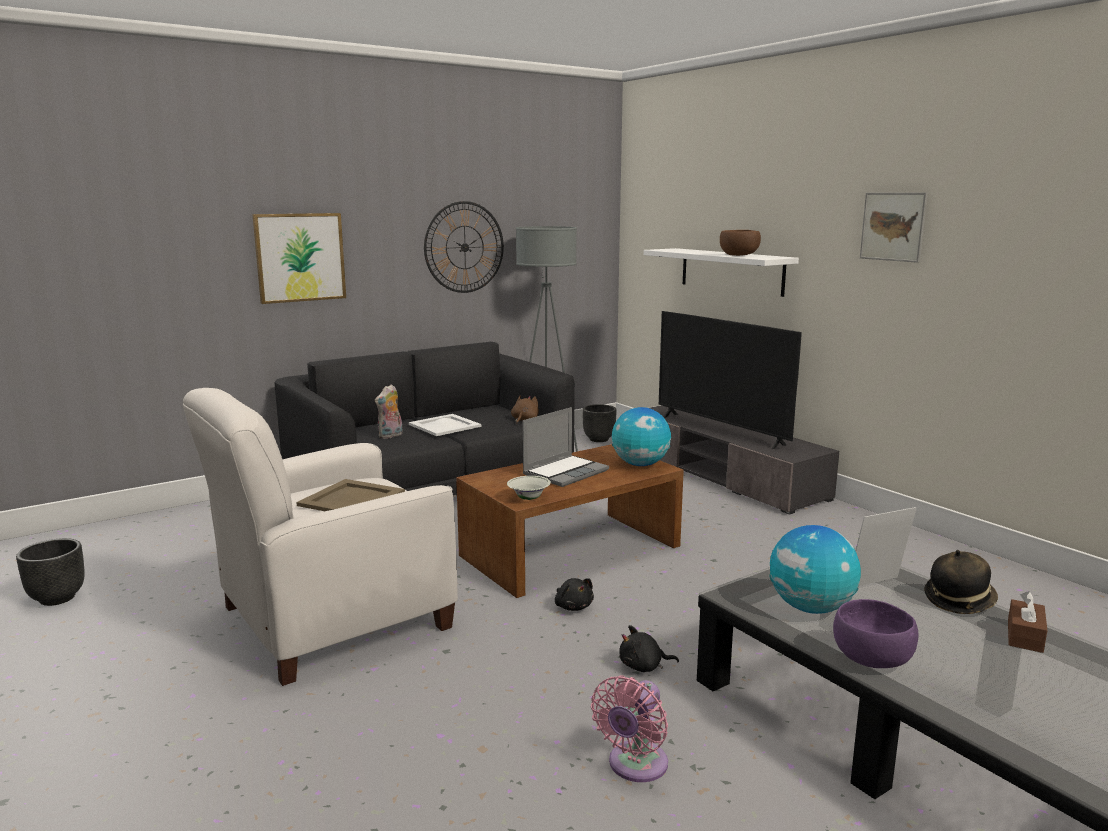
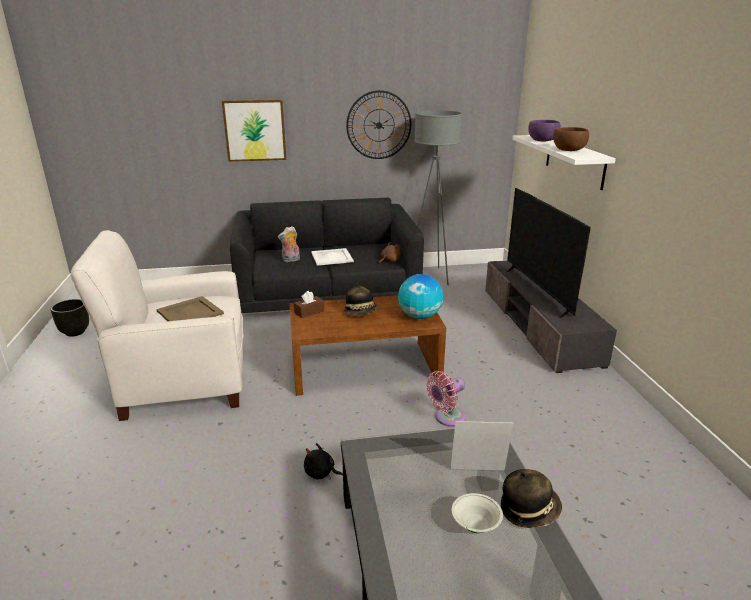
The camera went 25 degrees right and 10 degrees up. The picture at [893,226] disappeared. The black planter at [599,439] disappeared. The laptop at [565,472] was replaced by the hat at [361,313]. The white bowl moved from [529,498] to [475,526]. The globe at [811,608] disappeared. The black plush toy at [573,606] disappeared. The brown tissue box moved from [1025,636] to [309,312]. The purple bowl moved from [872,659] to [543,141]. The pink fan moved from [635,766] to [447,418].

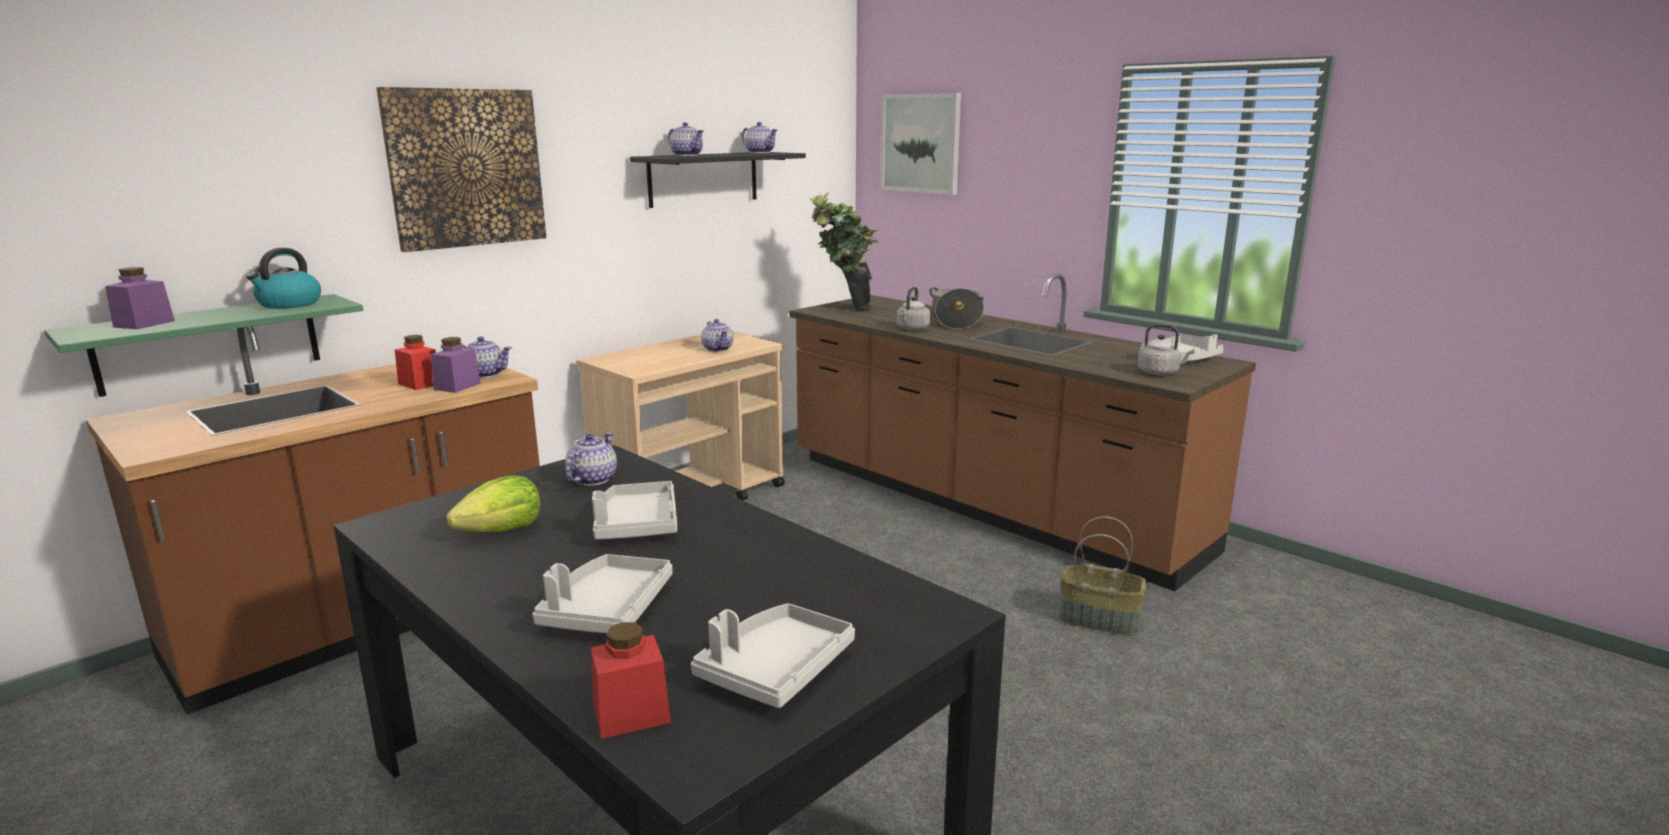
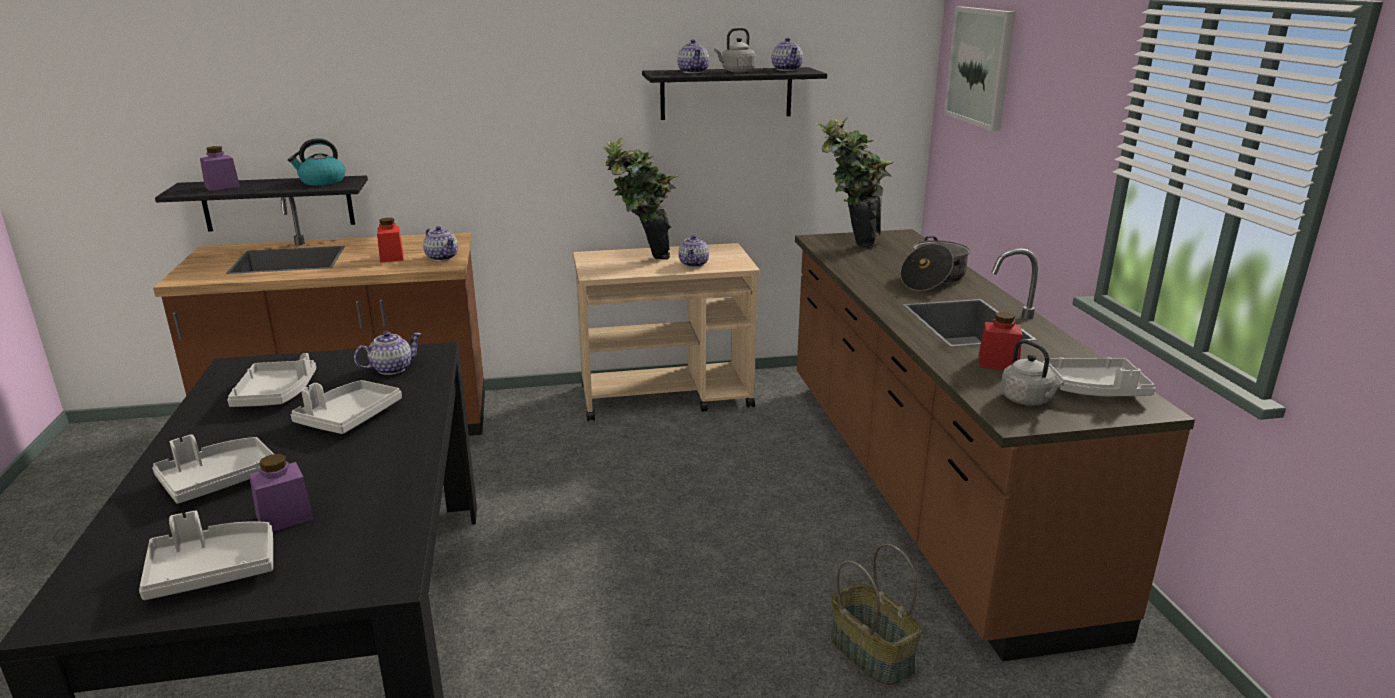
The camera went 35 degrees right and 5 degrees up. The picture at [465,168] disappeared. The grey kettle moved from [912,329] to [736,71]. The green shelf at [209,343] became the black shelf at [278,203]. The purple jar moved from [457,386] to [285,517]. The lettuce at [502,530] was replaced by the grey tray at [276,394]. The red jar moved from [631,714] to [998,363]. The potted plant at [642,258] appeared.

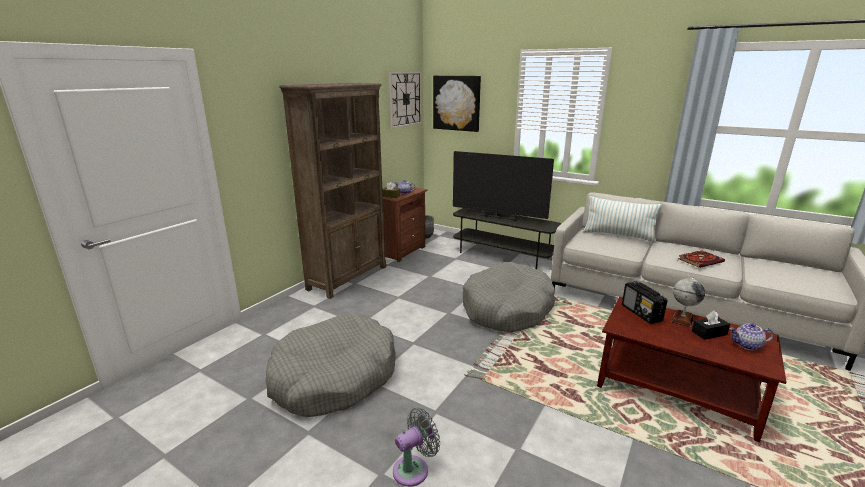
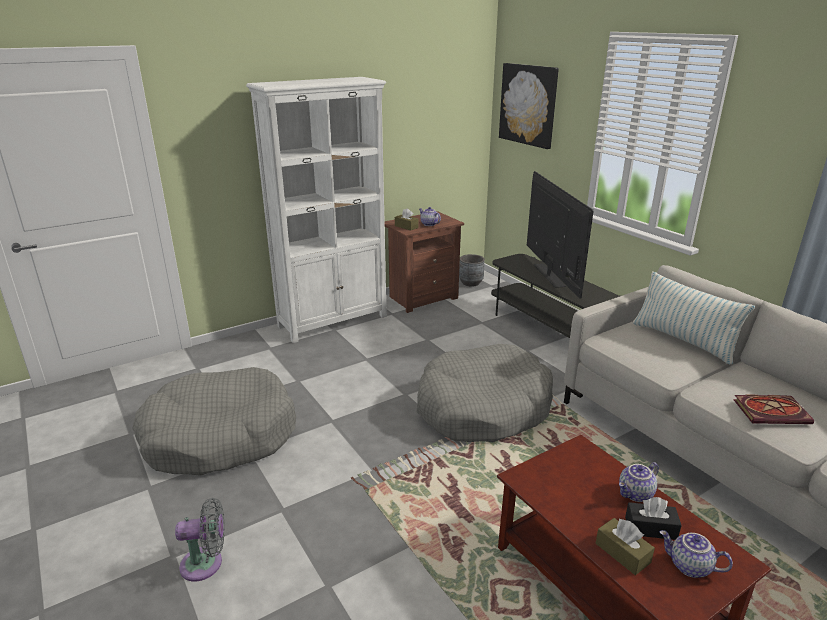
The camera went 25 degrees right and 5 degrees up. The wall clock at [405,99] disappeared. The brown bookcase at [348,277] became the white bookcase at [334,321]. The television at [498,216] turned 150 degrees counterclockwise. The globe at [682,318] was replaced by the teapot at [636,494]. The radio at [641,313] disappeared. The brown tissue box at [622,553] appeared.

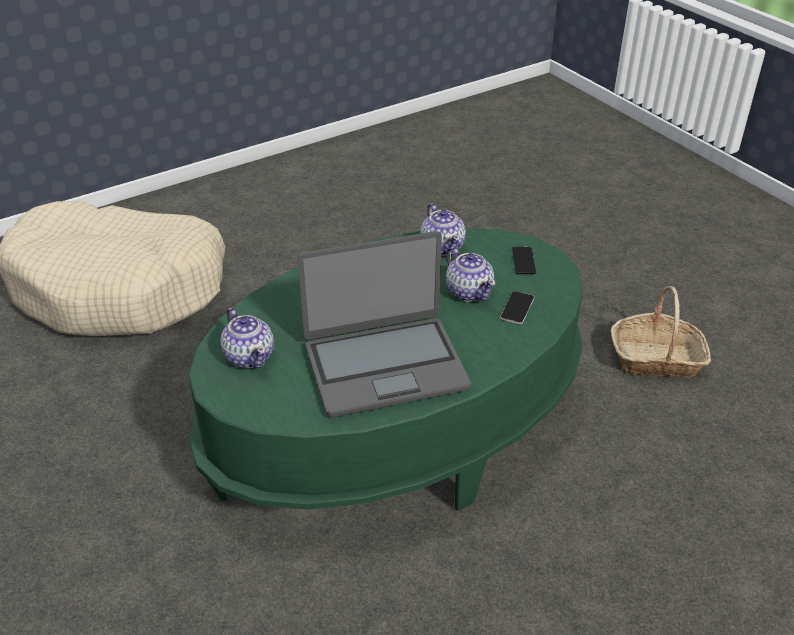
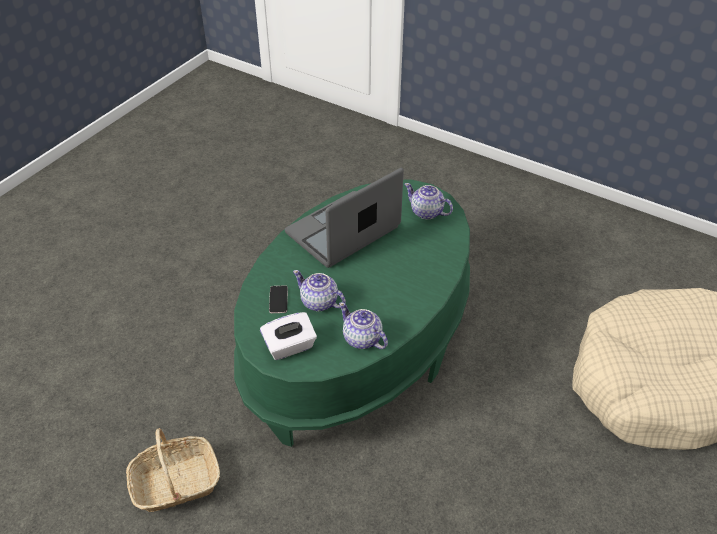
The camera went 155 degrees right and 5 degrees up. The phone at [524,261] was replaced by the white tissue box at [290,347].

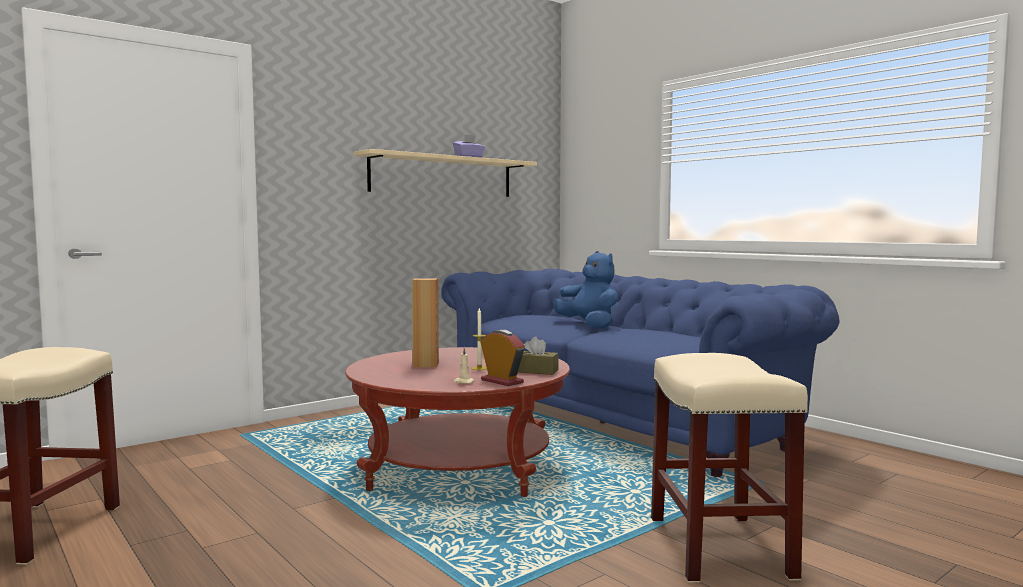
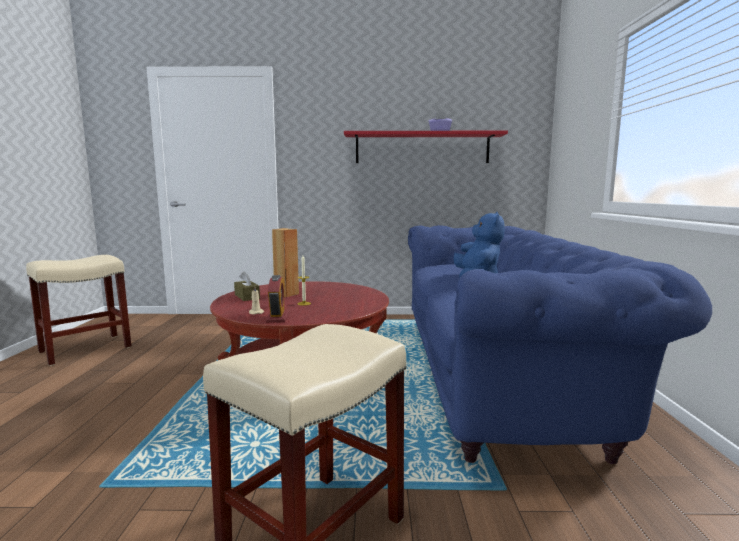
The camera went 40 degrees right and 5 degrees up. The beige shelf at [443,176] became the red shelf at [422,148]. The brown tissue box moved from [535,371] to [247,297].

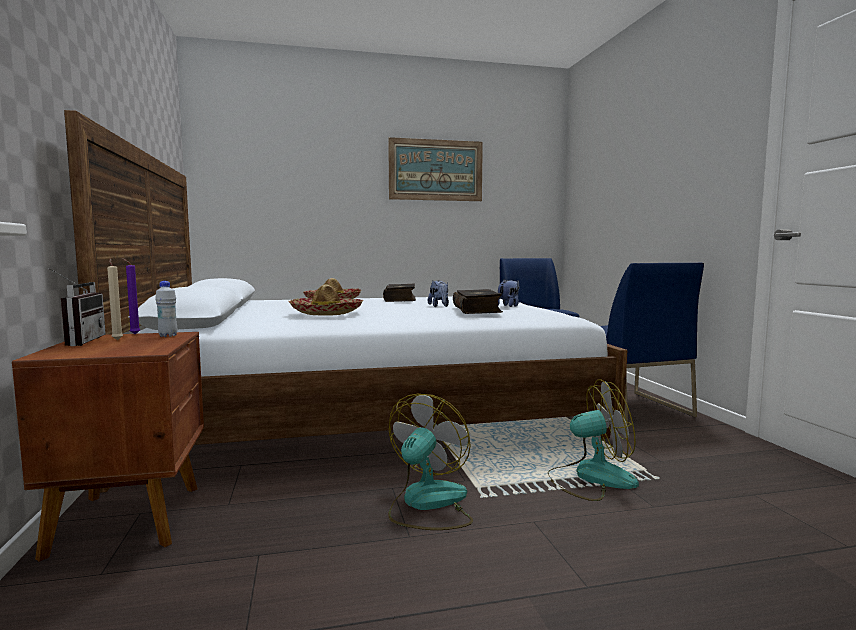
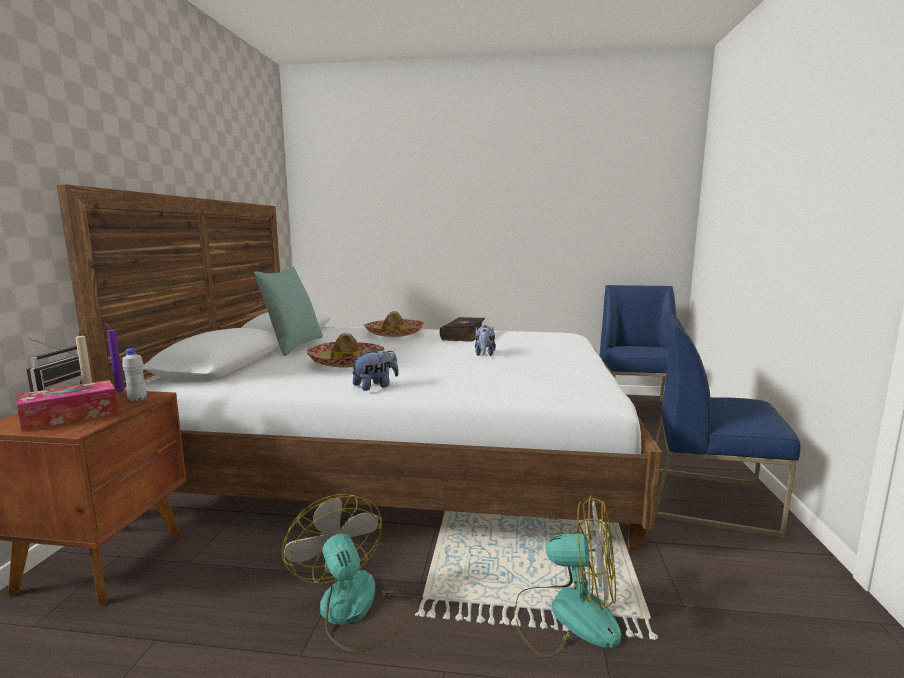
The camera went 20 degrees right and 5 degrees up. The picture at [436,170] disappeared. The blue chair at [630,407] turned 105 degrees clockwise. The plush toy moved from [508,306] to [375,386]. The book at [477,310] disappeared. The fan at [427,504] turned 75 degrees counterclockwise. The turquoise pillow at [293,346] appeared. The tissue box at [70,416] appeared.

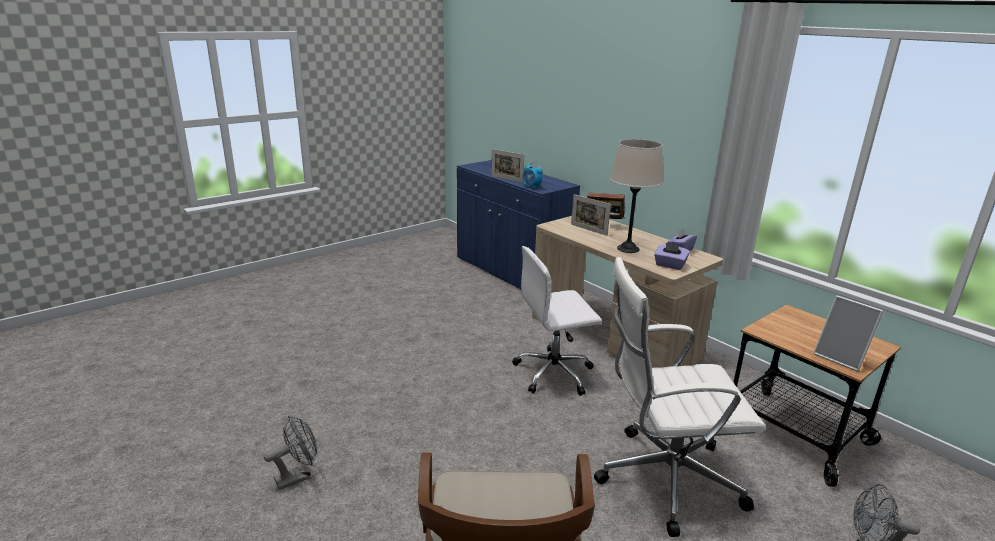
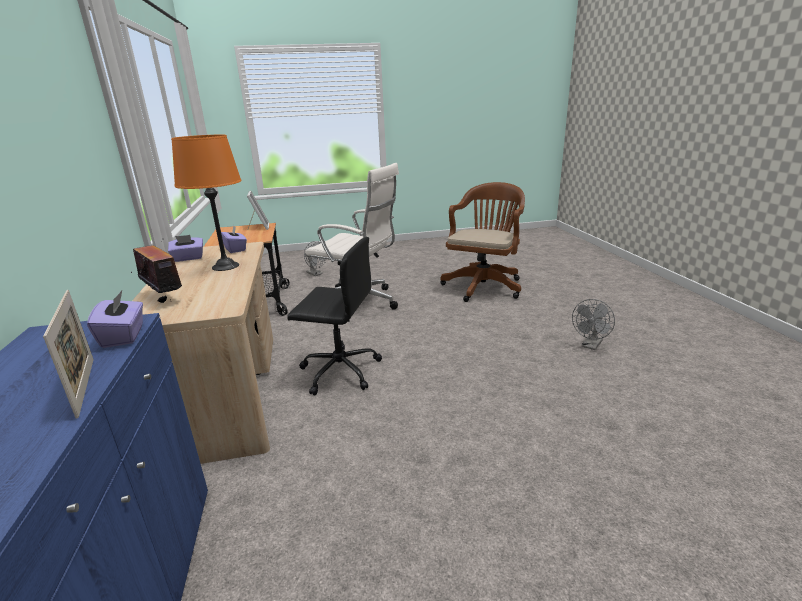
The camera went 150 degrees left and 0 degrees up. The beige table lamp at [628,249] became the orange table lamp at [225,266]. The alarm clock at [531,187] was replaced by the purple tissue box at [124,336]. The picture frame at [588,230] disappeared. The white office chair at [555,373] became the black office chair at [339,371]. The grey fan at [298,476] turned 45 degrees counterclockwise.

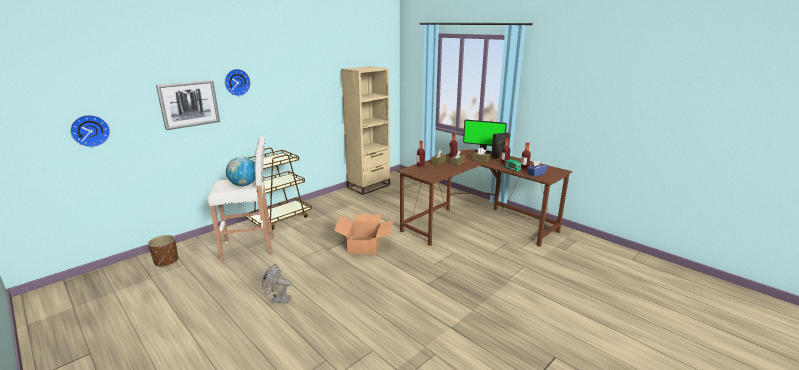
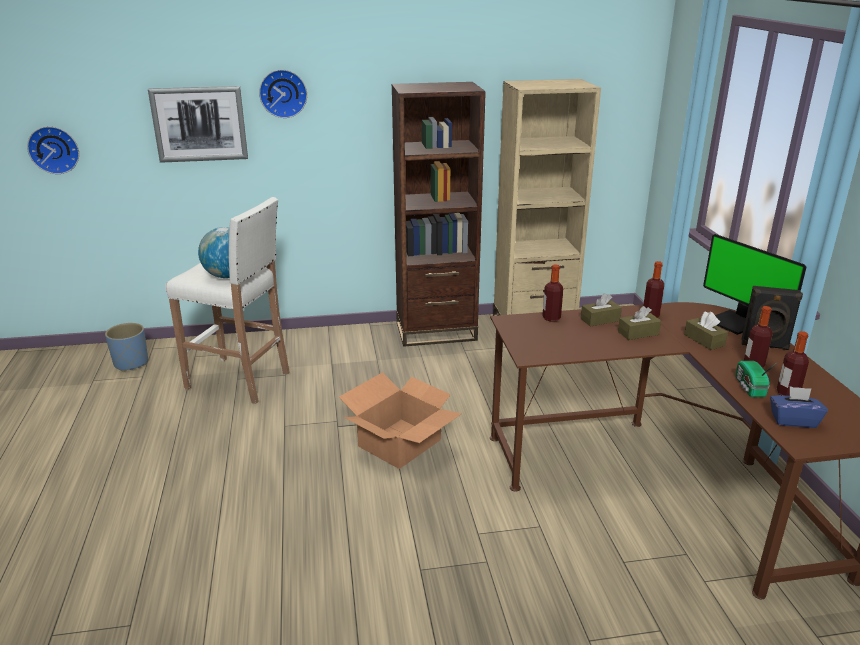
The camera went 35 degrees right and 5 degrees up. The brown cart at [280,218] disappeared. The brown planter at [166,261] became the blue planter at [131,363]. The grey fan at [277,300] disappeared. The brown bookcase at [436,331] appeared.

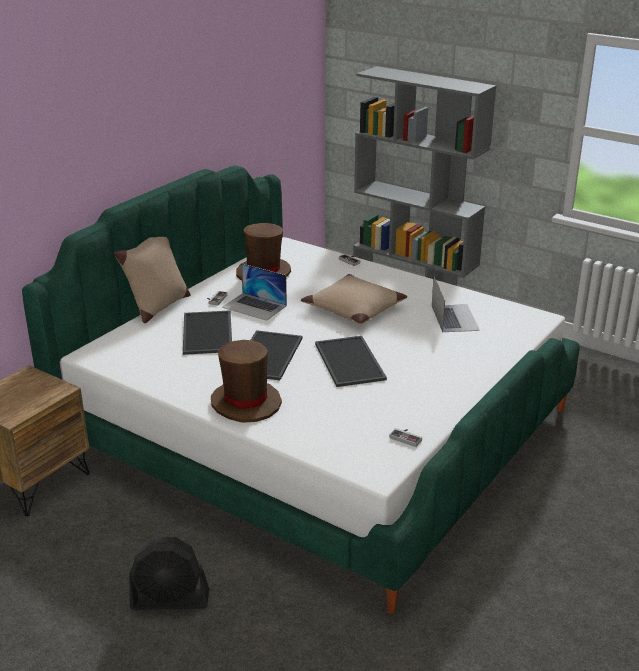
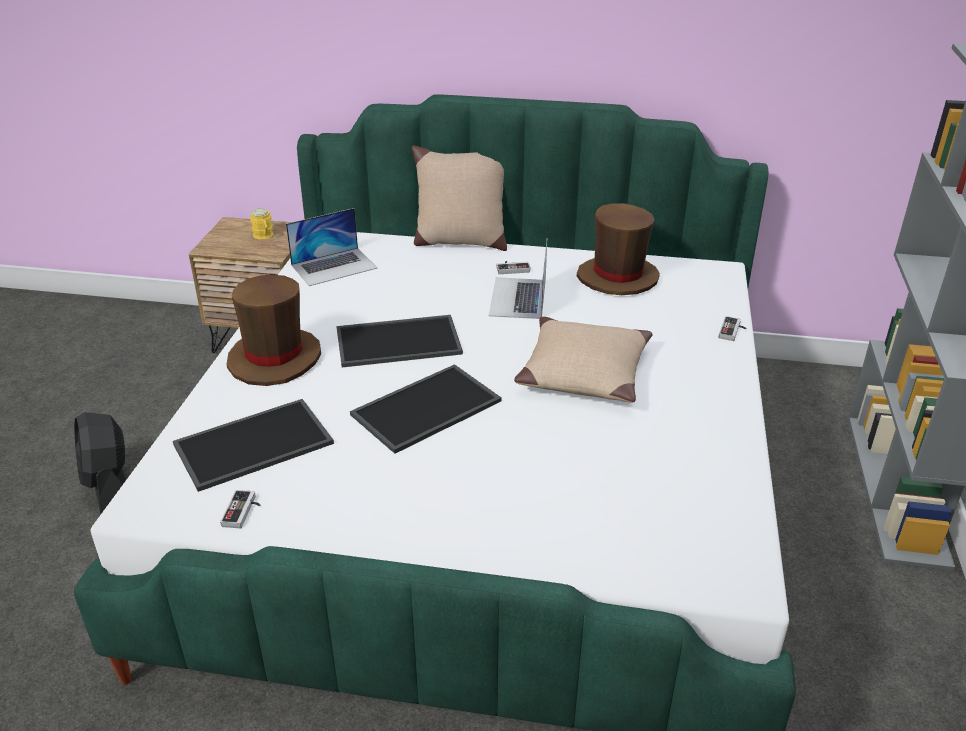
The camera went 65 degrees right and 5 degrees up. The laptop moved from [454,318] to [334,266]. The tray moved from [209,333] to [253,446]. The yellow mug at [264,236] appeared.

